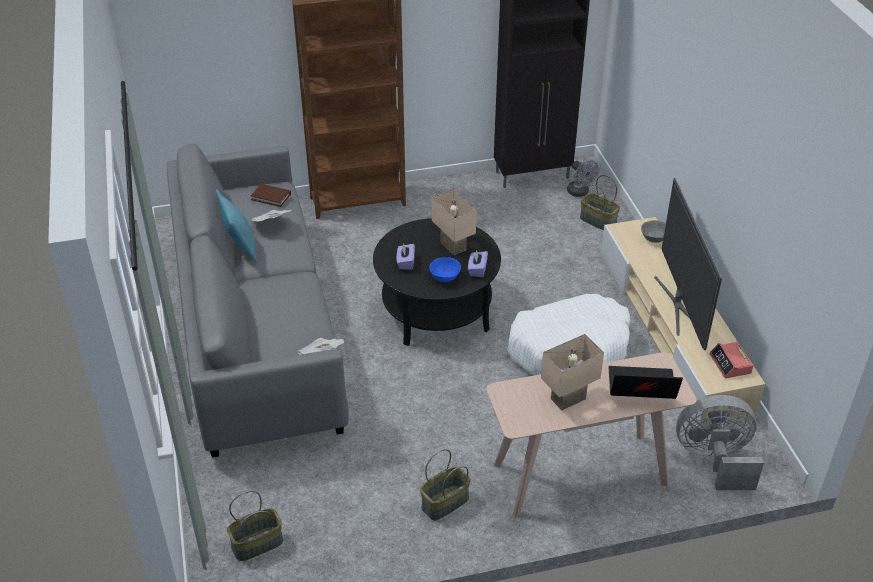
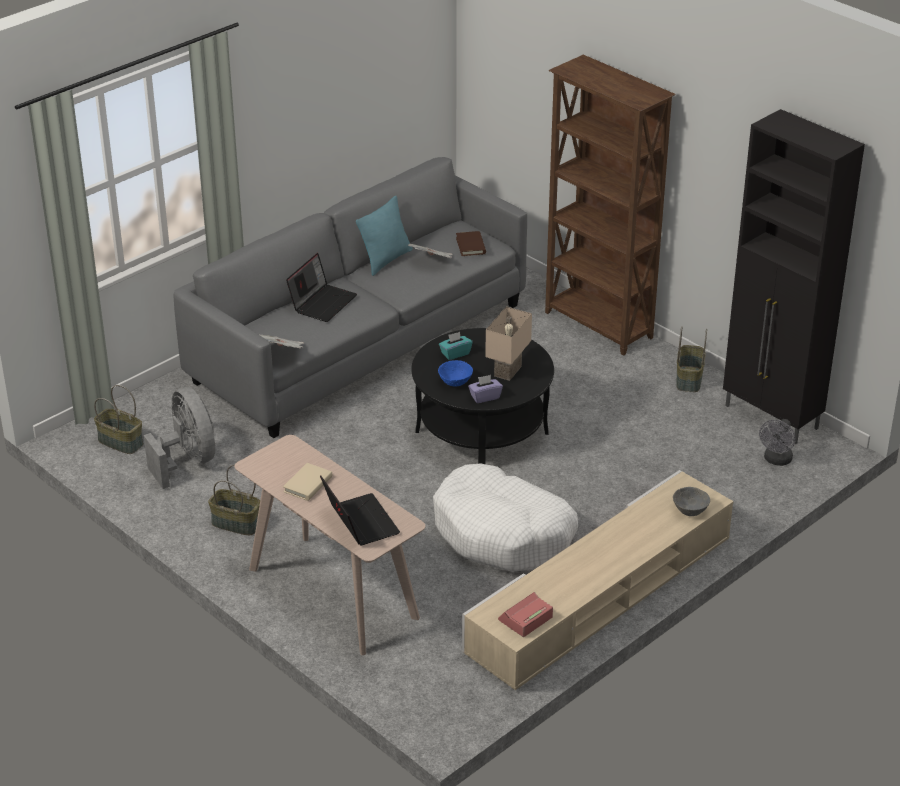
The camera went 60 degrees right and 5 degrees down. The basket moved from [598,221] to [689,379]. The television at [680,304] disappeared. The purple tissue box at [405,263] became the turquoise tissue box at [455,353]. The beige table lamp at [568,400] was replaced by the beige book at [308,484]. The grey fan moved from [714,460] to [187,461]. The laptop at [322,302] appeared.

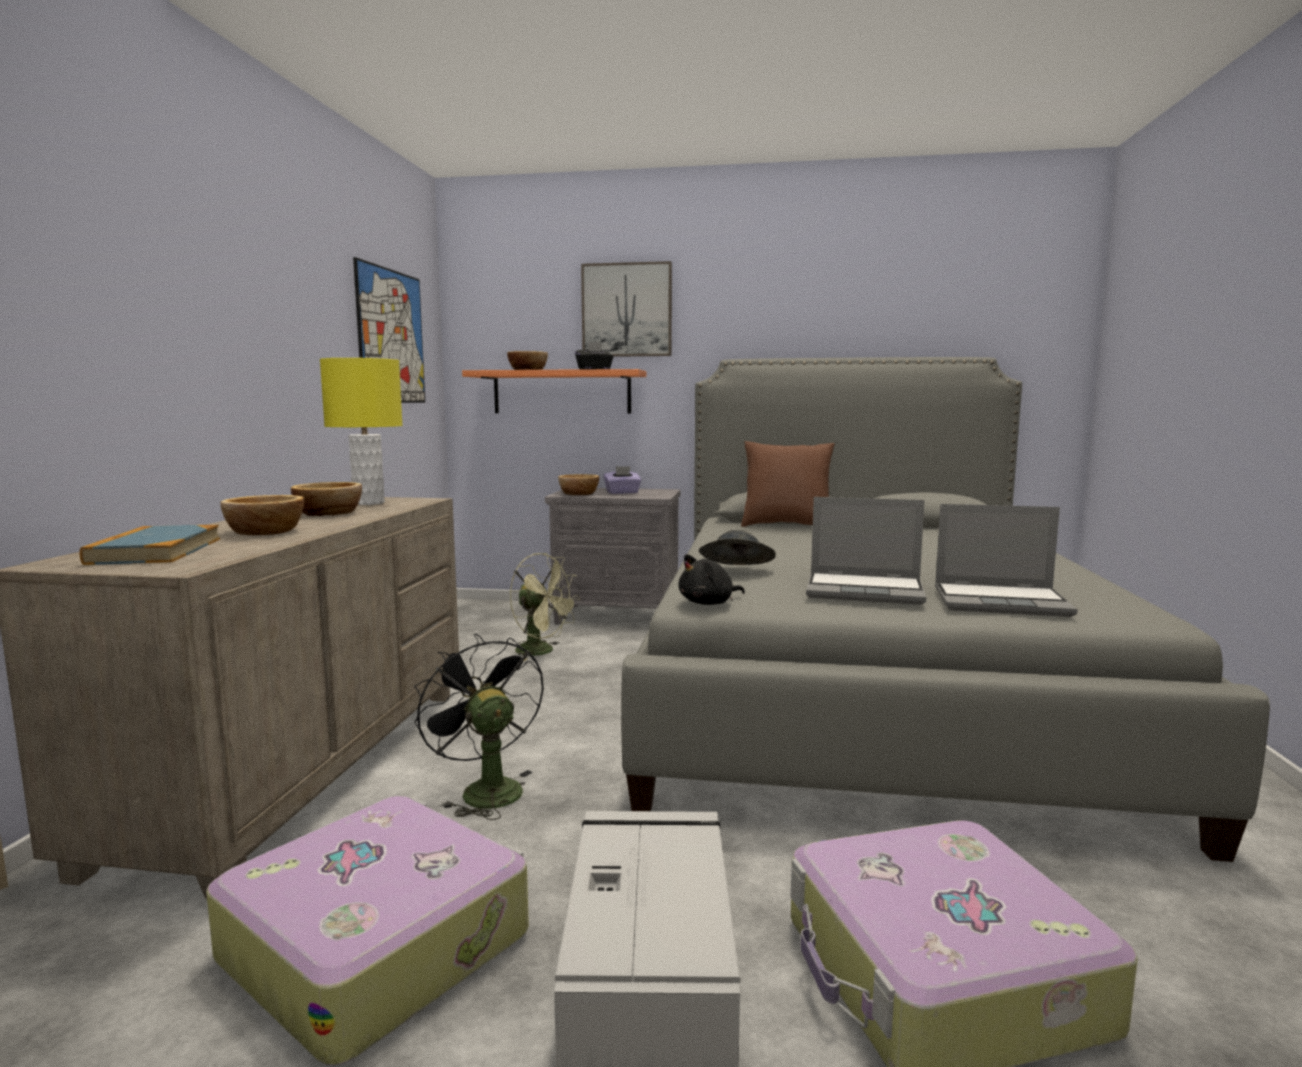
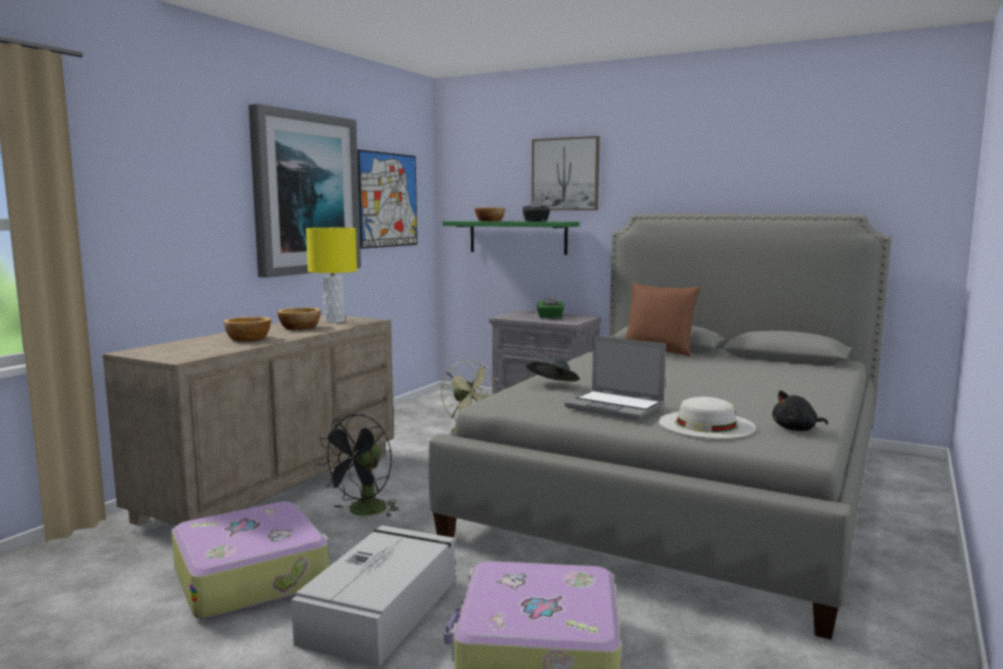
The camera went 20 degrees right and 0 degrees up. The orange shelf at [562,392] became the green shelf at [517,237]. The purple tissue box at [622,492] became the green tissue box at [550,317]. The bowl at [579,494] disappeared. The laptop at [1002,602] was replaced by the white hat at [706,424]. The book at [156,551] disappeared. The black plush toy moved from [709,603] to [796,429]. The black fan at [484,789] turned 135 degrees counterclockwise. The picture at [305,194] appeared.

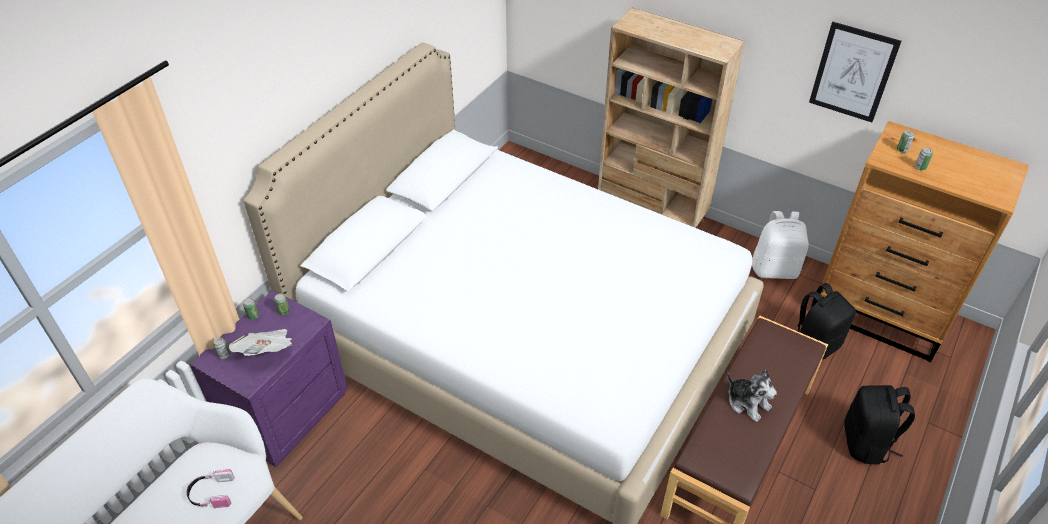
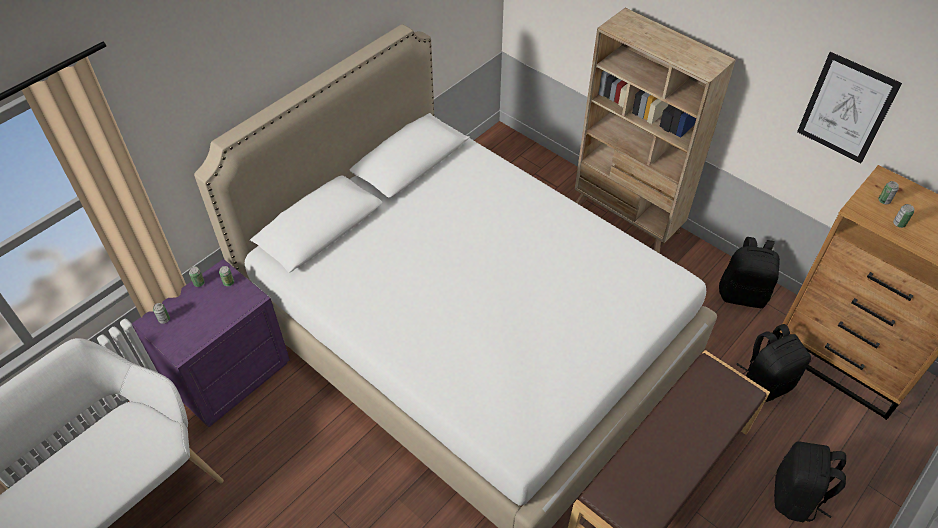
The camera went 10 degrees right and 5 degrees up. The white backpack at [775,269] became the black backpack at [743,294]. The newspaper at [267,352] disappeared. The plush toy at [747,402] disappeared. The headphones at [211,494] disappeared.

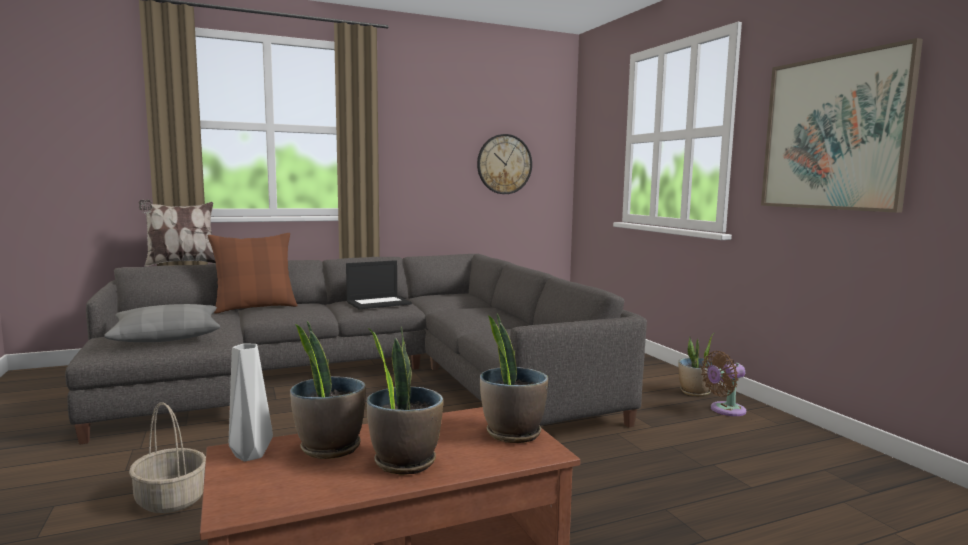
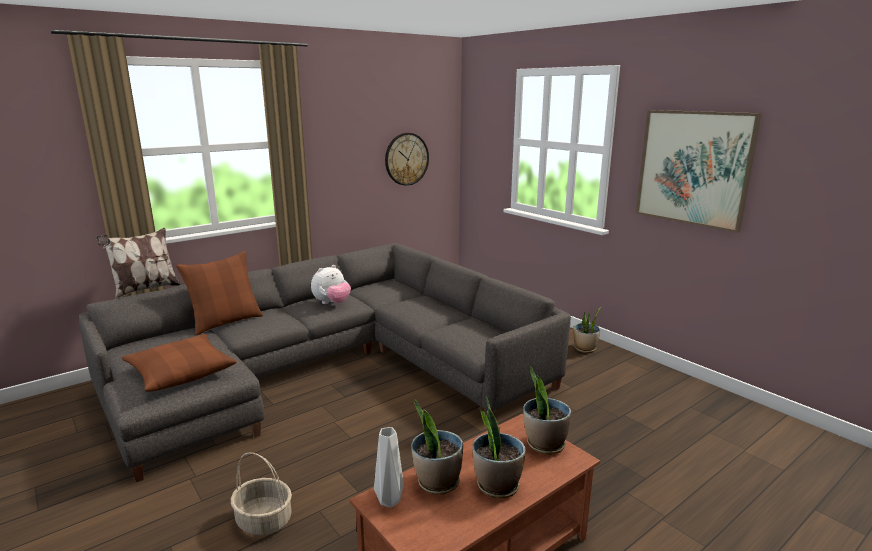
The camera went 15 degrees left and 10 degrees up. The laptop at [379,303] was replaced by the plush toy at [332,303]. The grey pillow at [167,335] became the brown pillow at [180,371]. The brown fan at [724,410] disappeared.

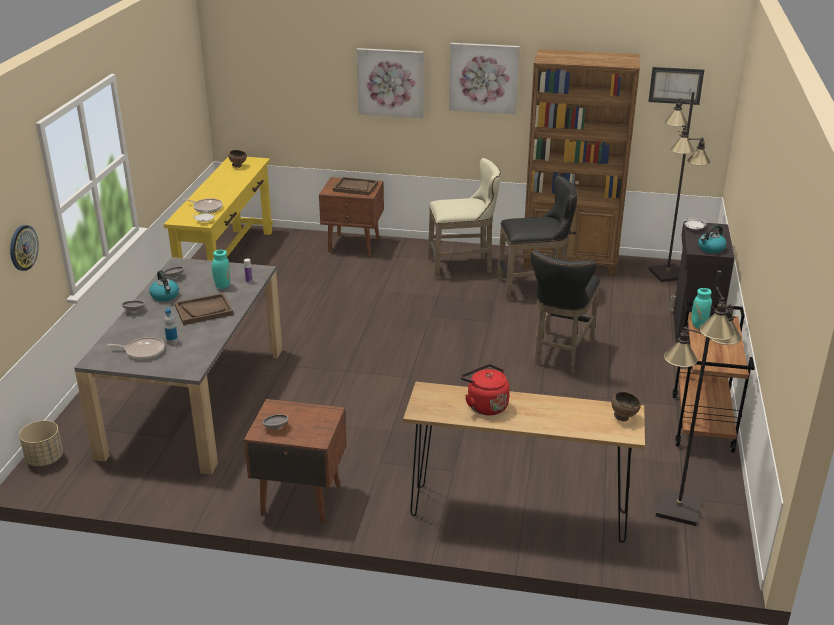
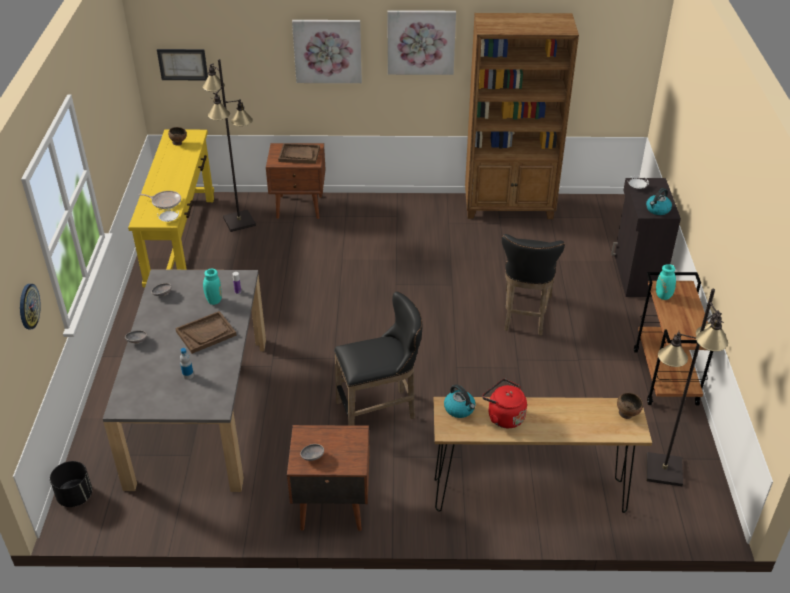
The camera went 10 degrees left and 10 degrees up. The picture moved from [675,85] to [183,64]. The black floor lamp moved from [667,273] to [239,221]. The beige stool at [463,267] disappeared. The black stool moved from [535,288] to [380,411]. The kettle moved from [165,296] to [460,409]. The frying pan at [143,351] disappeared. The beige planter at [45,459] became the black planter at [75,496].

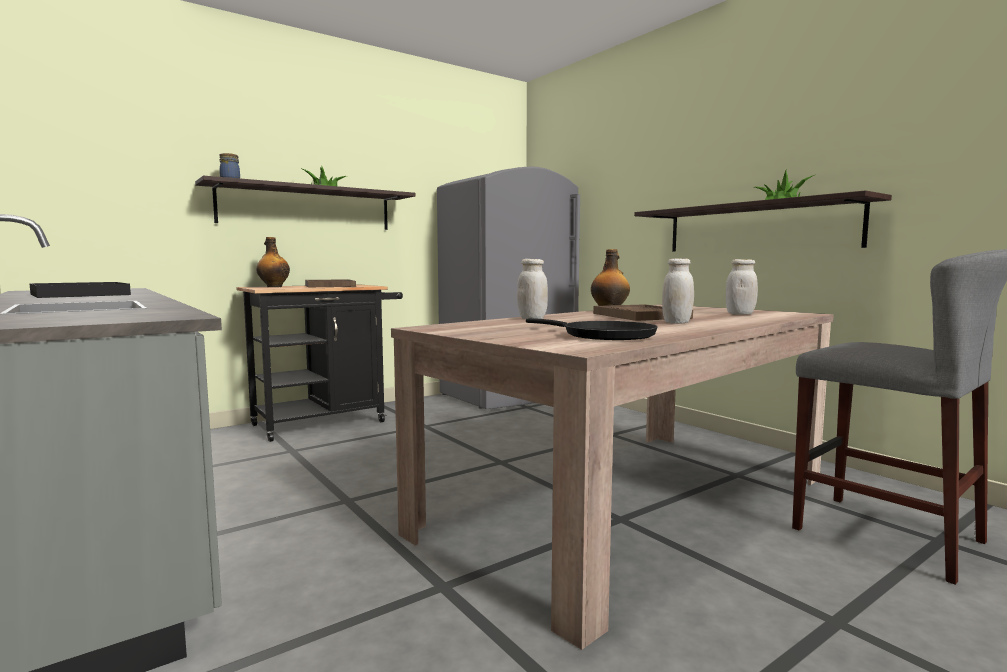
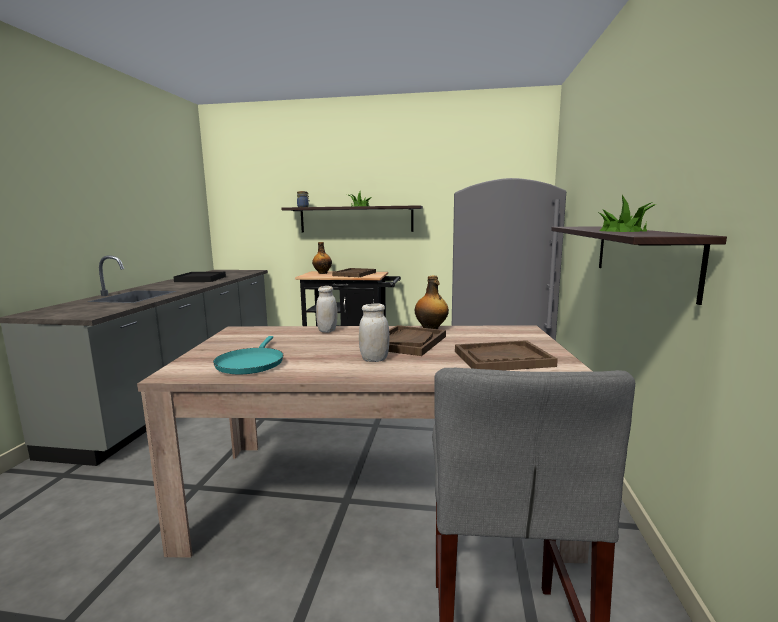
The camera went 45 degrees right and 5 degrees up. The white jar at [740,314] was replaced by the brown tray at [502,359]. The black frying pan at [603,335] became the turquoise frying pan at [251,363].

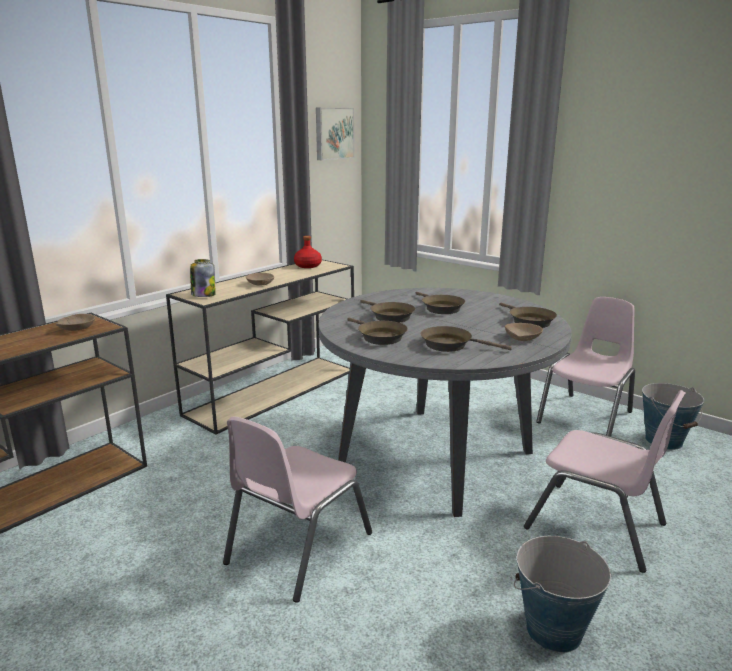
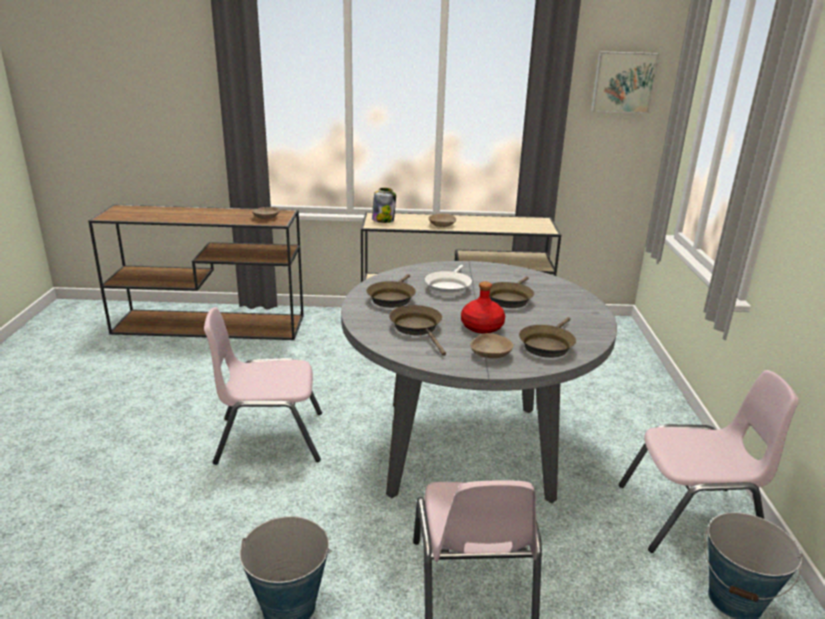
The camera went 50 degrees right and 5 degrees up. The red bottle moved from [308,266] to [481,327]. The brown frying pan at [389,316] became the white frying pan at [448,287].

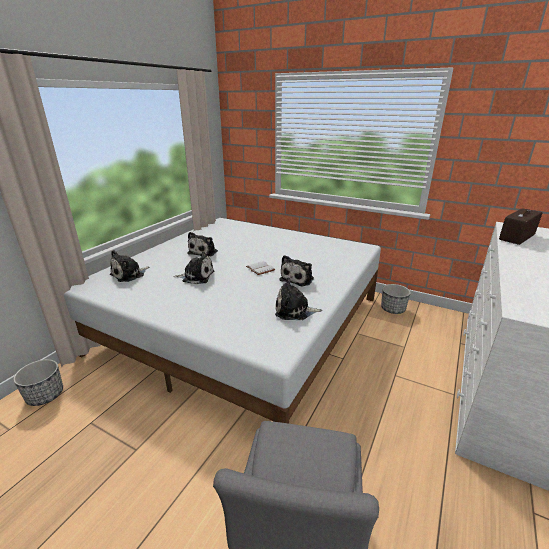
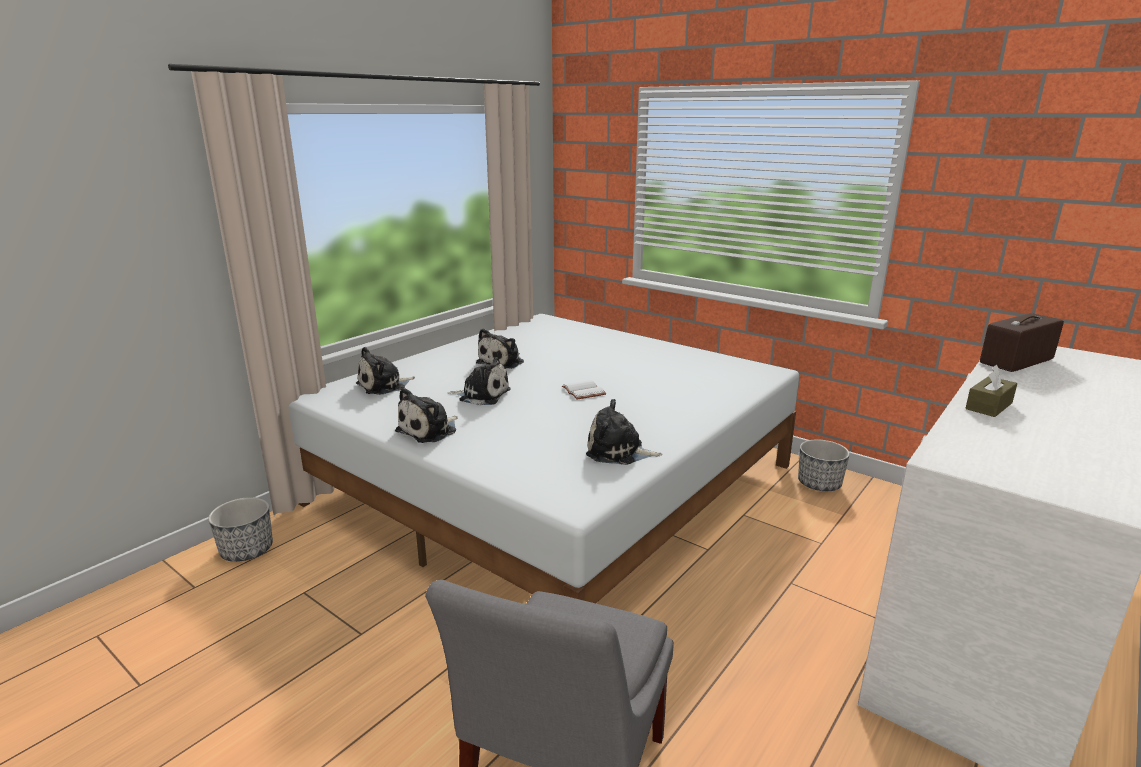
The camera went 10 degrees right and 5 degrees down. The plush toy moved from [298,279] to [429,430]. The brown tissue box at [989,406] appeared.

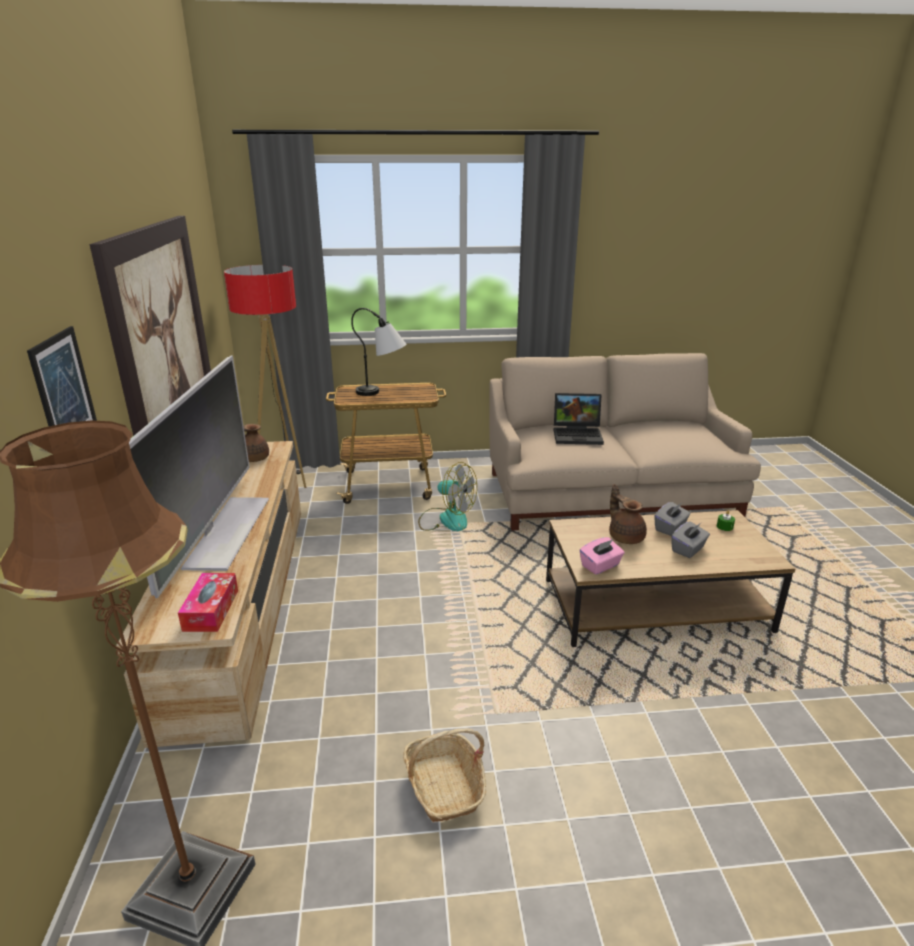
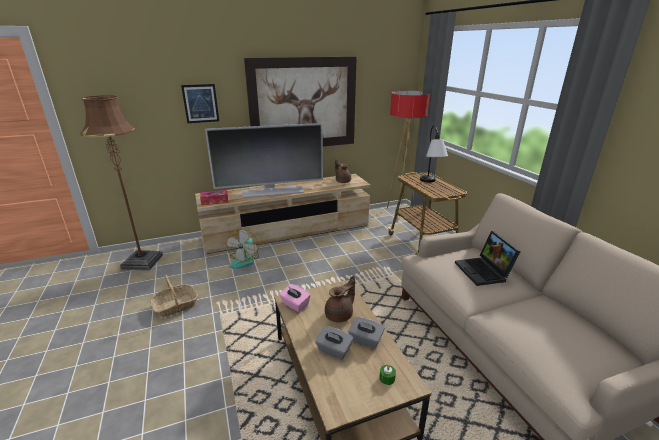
The camera went 75 degrees right and 0 degrees up. The fan moved from [446,519] to [245,260].

